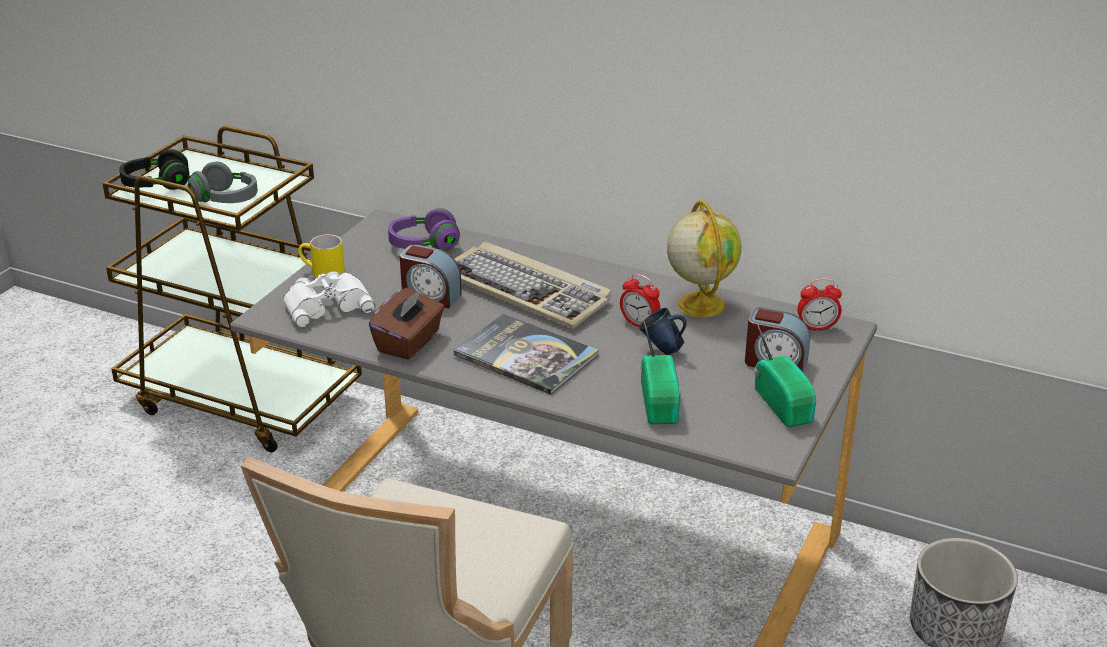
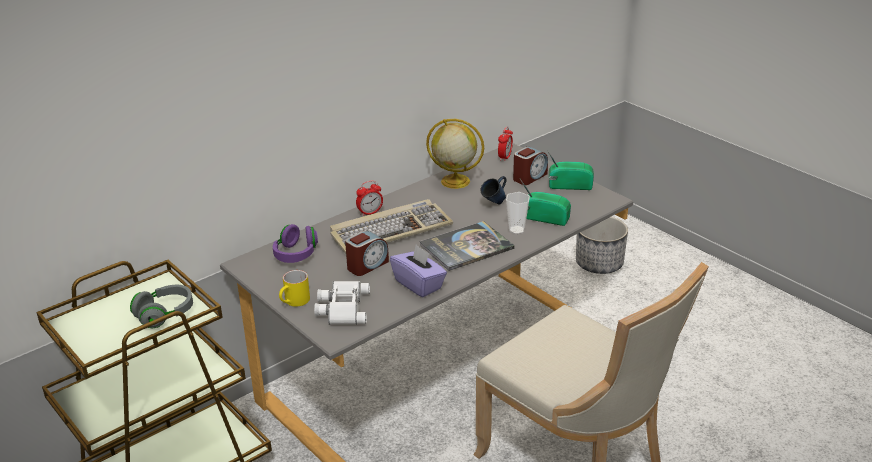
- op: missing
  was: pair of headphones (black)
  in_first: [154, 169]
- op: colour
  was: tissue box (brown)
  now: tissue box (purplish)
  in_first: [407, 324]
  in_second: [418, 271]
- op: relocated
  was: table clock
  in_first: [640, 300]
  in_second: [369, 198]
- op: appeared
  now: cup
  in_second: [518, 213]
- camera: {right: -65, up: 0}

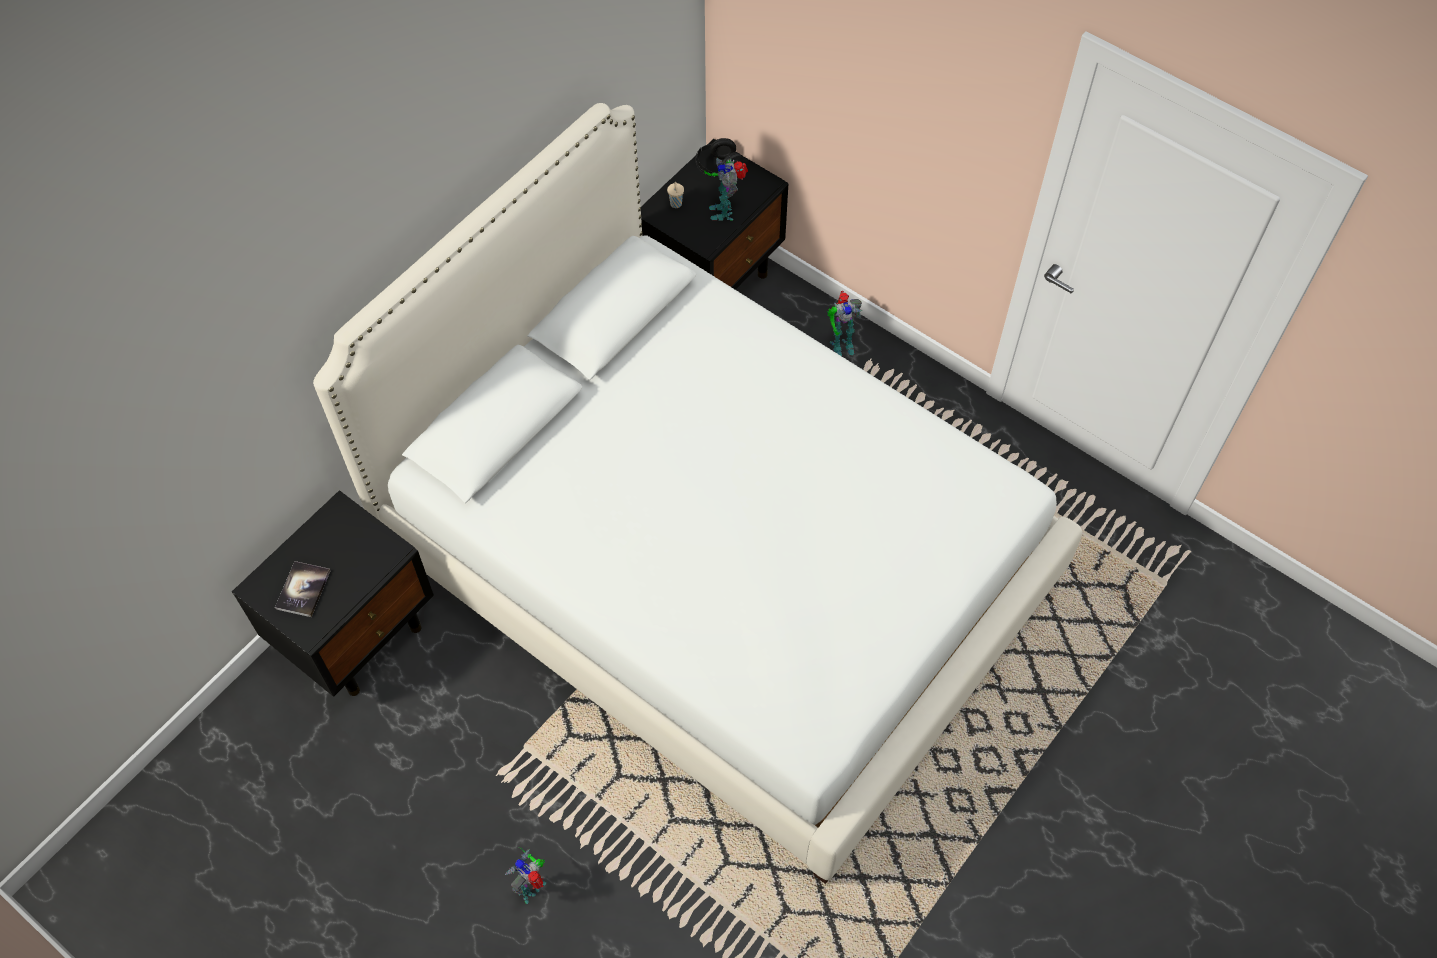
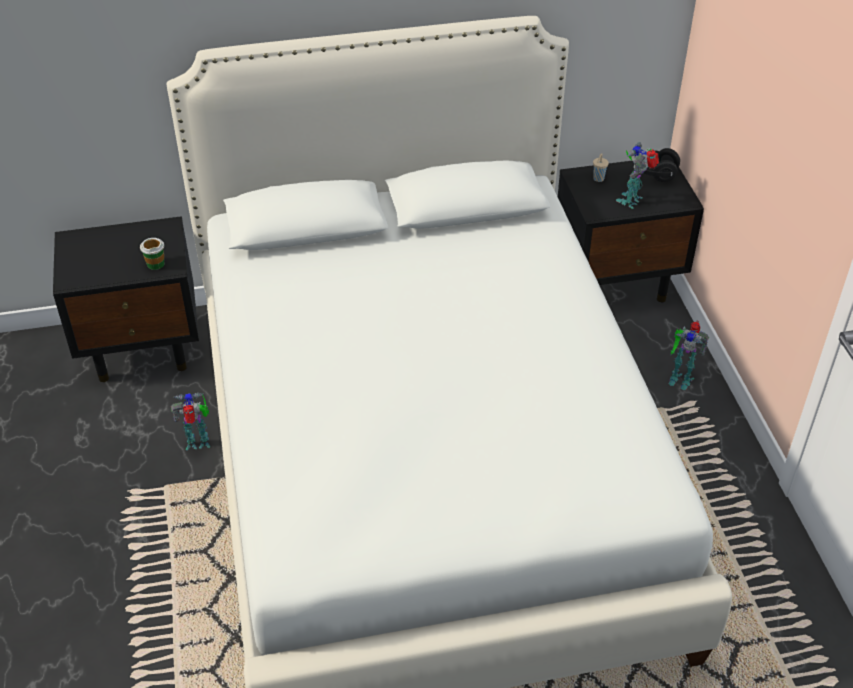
- op: missing
  was: book
  in_first: [302, 589]
- op: relocated
  was: toy robot
  in_first: [525, 875]
  in_second: [190, 421]
- op: appeared
  now: cup
  in_second: [152, 254]
- camera: {right: 40, up: -15}

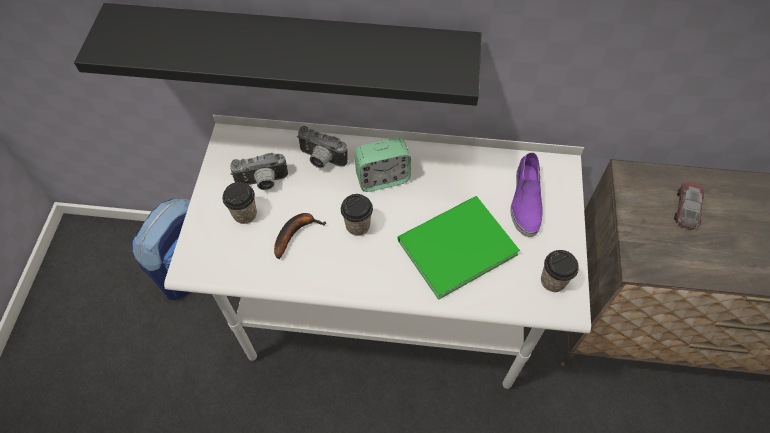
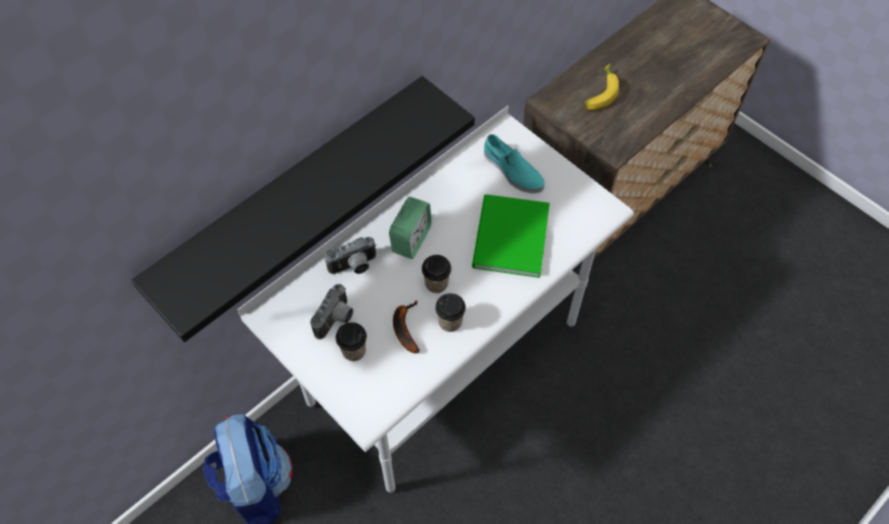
- op: colour
  was: shoe (purplish)
  now: shoe (turquoise)
  in_first: [527, 194]
  in_second: [514, 163]
- op: relocated
  was: cup
  in_first: [560, 271]
  in_second: [450, 312]
- op: exchanged
  was: miniature car
  now: banana
  in_first: [689, 206]
  in_second: [601, 87]
- camera: {right: -50, up: 0}

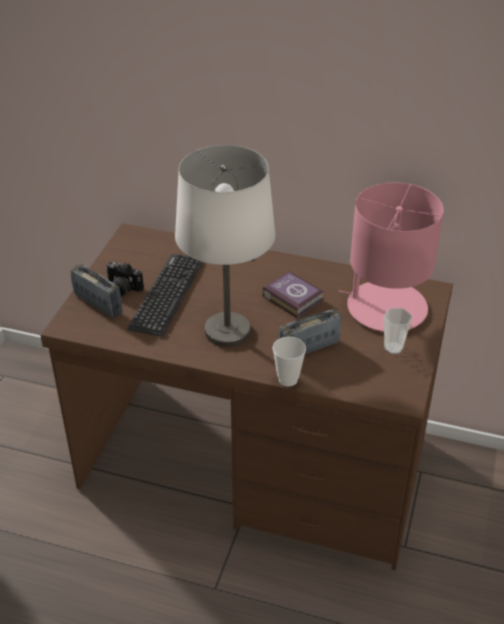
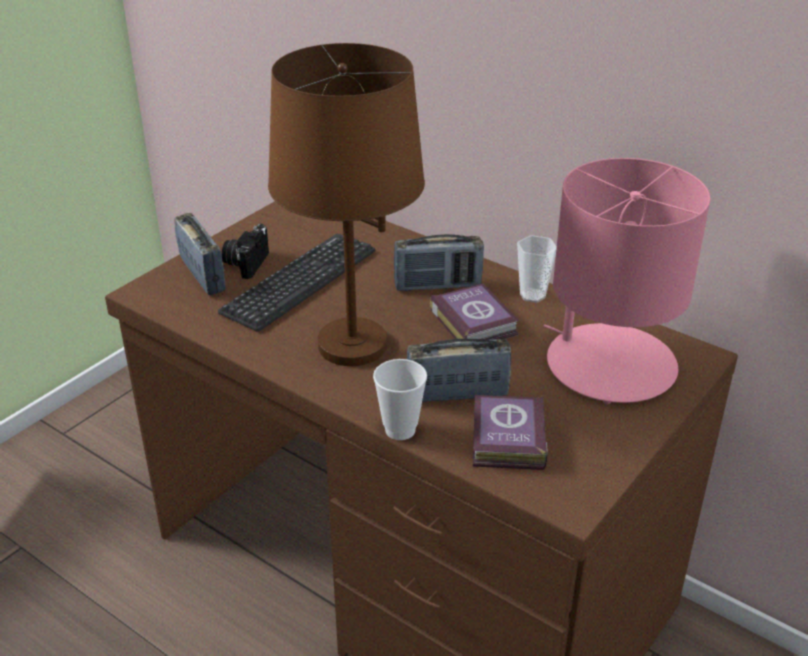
- op: spun
  was: still camera
  in_first: [125, 279]
  in_second: [245, 251]
  clockwise: 60
- op: colour
  was: lamp for a table (white)
  now: lamp for a table (brown)
  in_first: [225, 246]
  in_second: [346, 204]
- op: relocated
  was: cup
  in_first: [398, 331]
  in_second: [537, 269]
- op: appeared
  now: radio
  in_second: [439, 262]
- op: appeared
  now: book
  in_second: [510, 432]
- camera: {right: 20, up: -5}

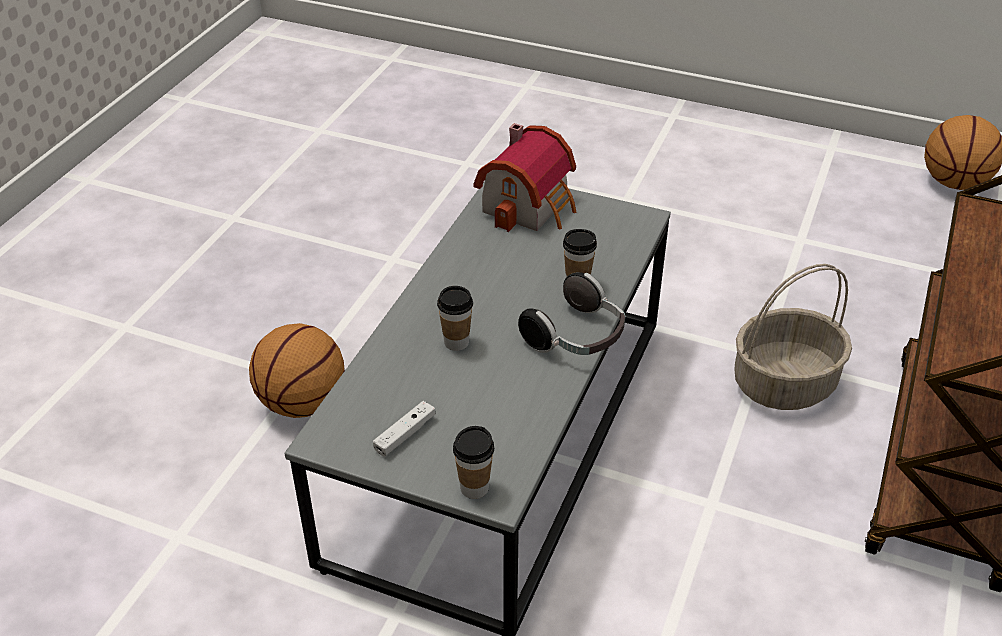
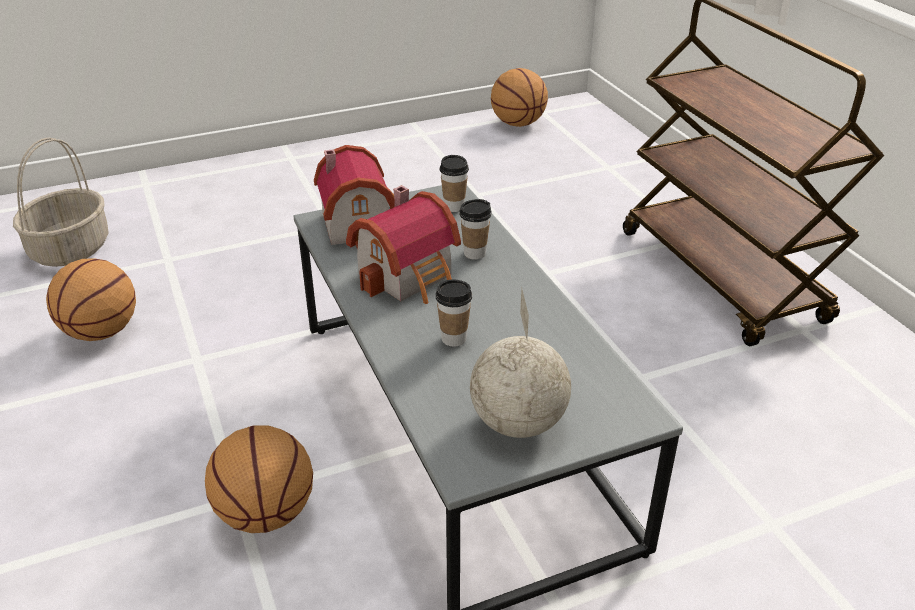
- op: exchanged
  was: game controller (white)
  now: globe
  in_first: [404, 429]
  in_second: [520, 362]
- op: relocated
  was: cup
  in_first: [473, 462]
  in_second: [454, 183]
- op: missing
  was: pair of headphones
  in_first: [572, 313]
- op: relocated
  was: storage basket
  in_first: [793, 337]
  in_second: [61, 202]
- op: appeared
  now: ball for basketball
  in_second: [91, 299]
- op: appeared
  now: model house
  in_second: [403, 244]
- camera: {right: -45, up: -5}

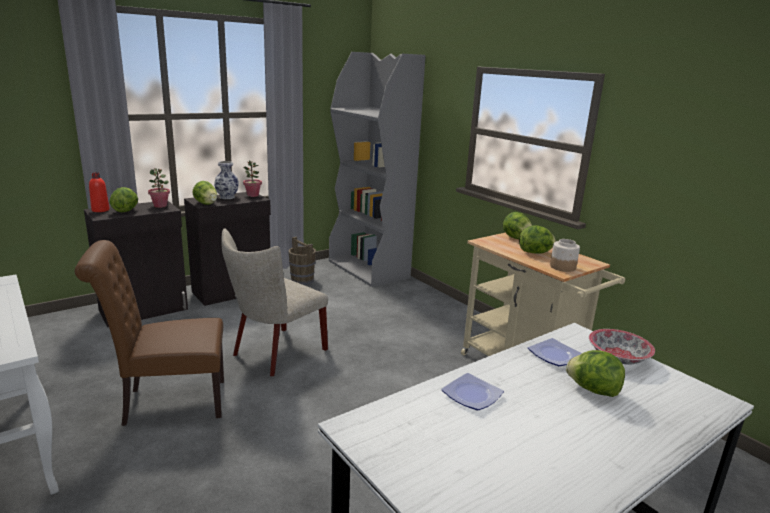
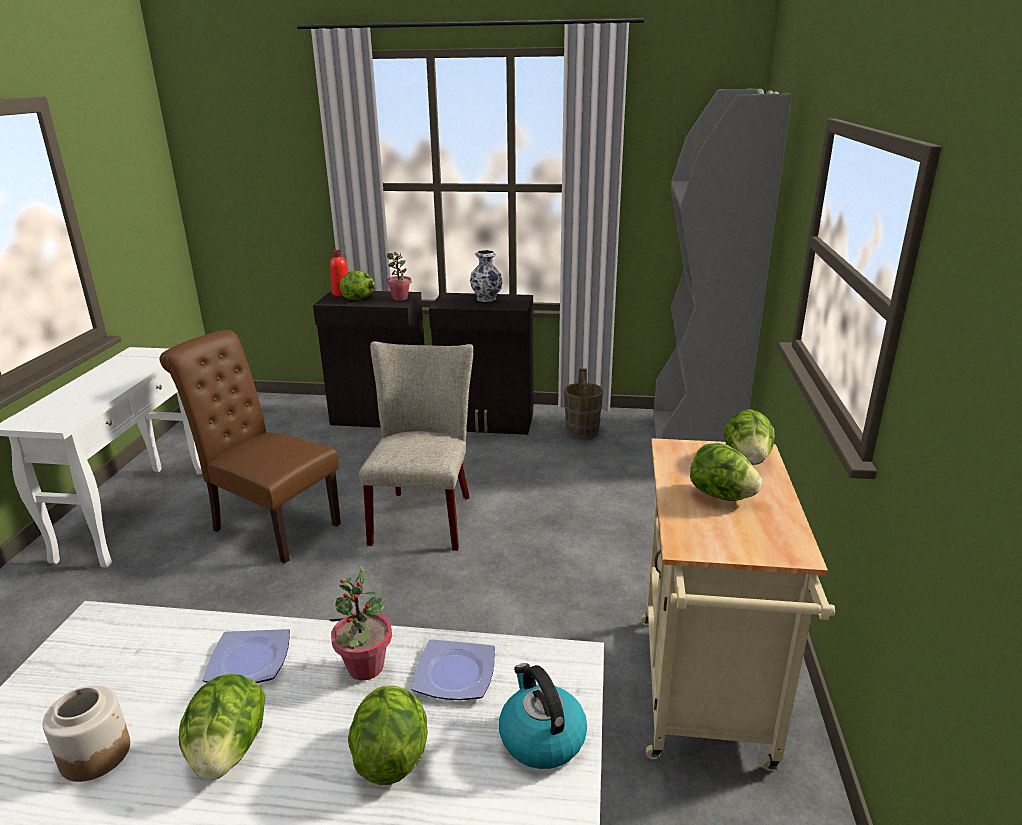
- op: relocated
  was: lettuce head
  in_first: [204, 193]
  in_second: [222, 727]
- op: spun
  was: plain chair (sand-coloured)
  in_first: [275, 302]
  in_second: [416, 446]
  clockwise: 105
- op: relocated
  was: plant in a pot
  in_first: [252, 179]
  in_second: [360, 623]
- op: relocated
  was: storage jar
  in_first: [565, 255]
  in_second: [86, 733]
- op: exchanged
  was: bowl
  now: tea kettle
  in_first: [622, 347]
  in_second: [543, 716]
- camera: {right: 45, up: 5}

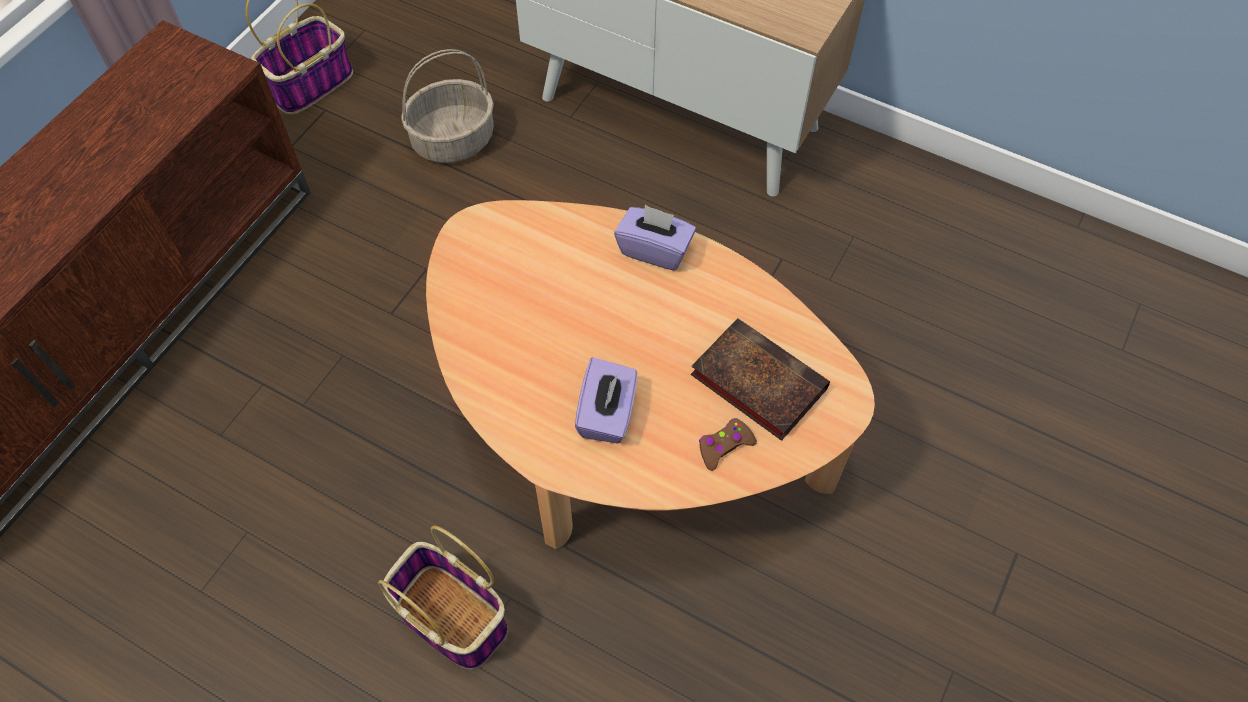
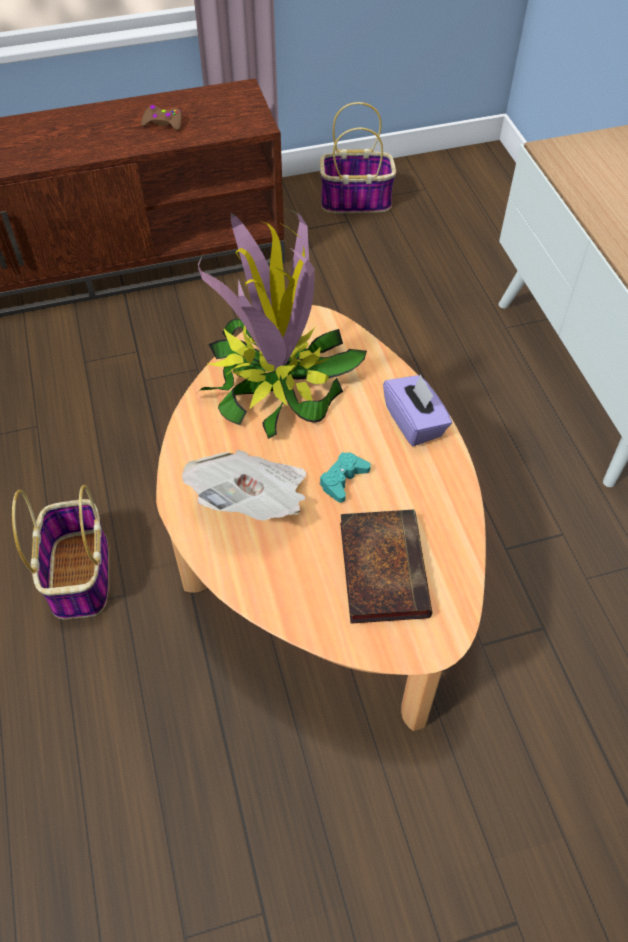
- op: missing
  was: storage basket
  in_first: [447, 106]
- op: exchanged
  was: tissue box (purplish)
  now: daily paper
  in_first: [606, 400]
  in_second: [244, 485]
- op: relocated
  was: game controller (brown)
  in_first: [728, 444]
  in_second: [161, 118]
- op: appeared
  now: plant in a pot
  in_second: [280, 324]
- op: appeared
  now: game controller (turquoise)
  in_second: [345, 477]
- camera: {right: 45, up: -5}

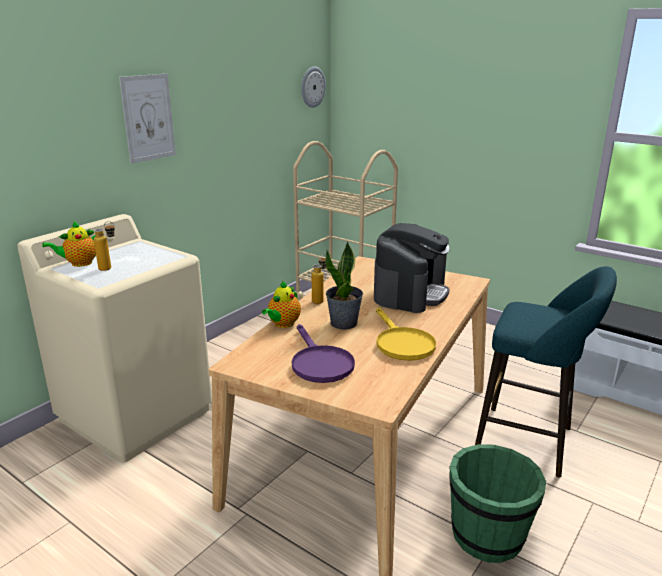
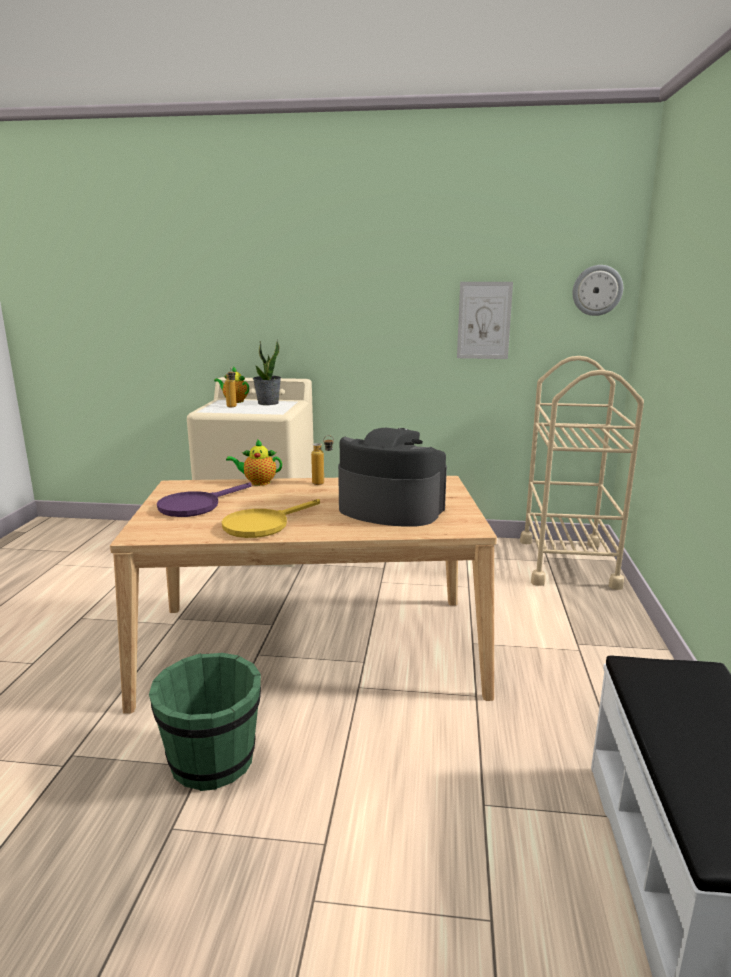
- op: relocated
  was: picture
  in_first: [147, 119]
  in_second: [485, 320]
- op: relocated
  was: plant in a pot
  in_first: [344, 286]
  in_second: [267, 372]
- op: spun
  was: coffee machine
  in_first: [411, 268]
  in_second: [392, 477]
  clockwise: -150
- op: missing
  was: stool (turquoise)
  in_first: [546, 372]
- camera: {right: 60, up: -5}

